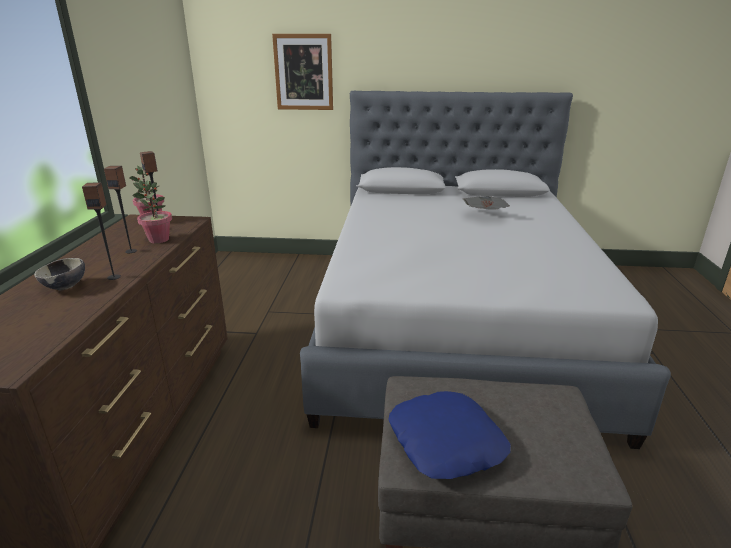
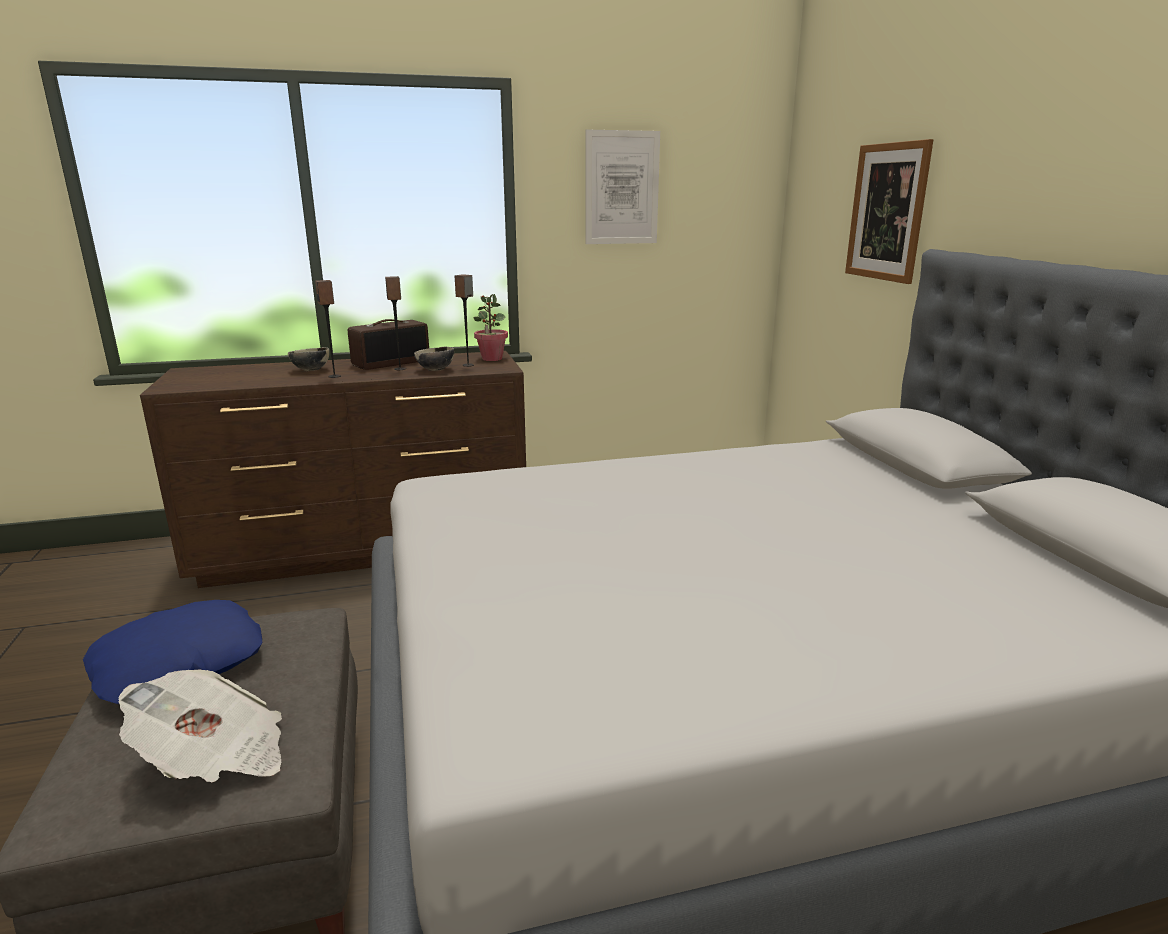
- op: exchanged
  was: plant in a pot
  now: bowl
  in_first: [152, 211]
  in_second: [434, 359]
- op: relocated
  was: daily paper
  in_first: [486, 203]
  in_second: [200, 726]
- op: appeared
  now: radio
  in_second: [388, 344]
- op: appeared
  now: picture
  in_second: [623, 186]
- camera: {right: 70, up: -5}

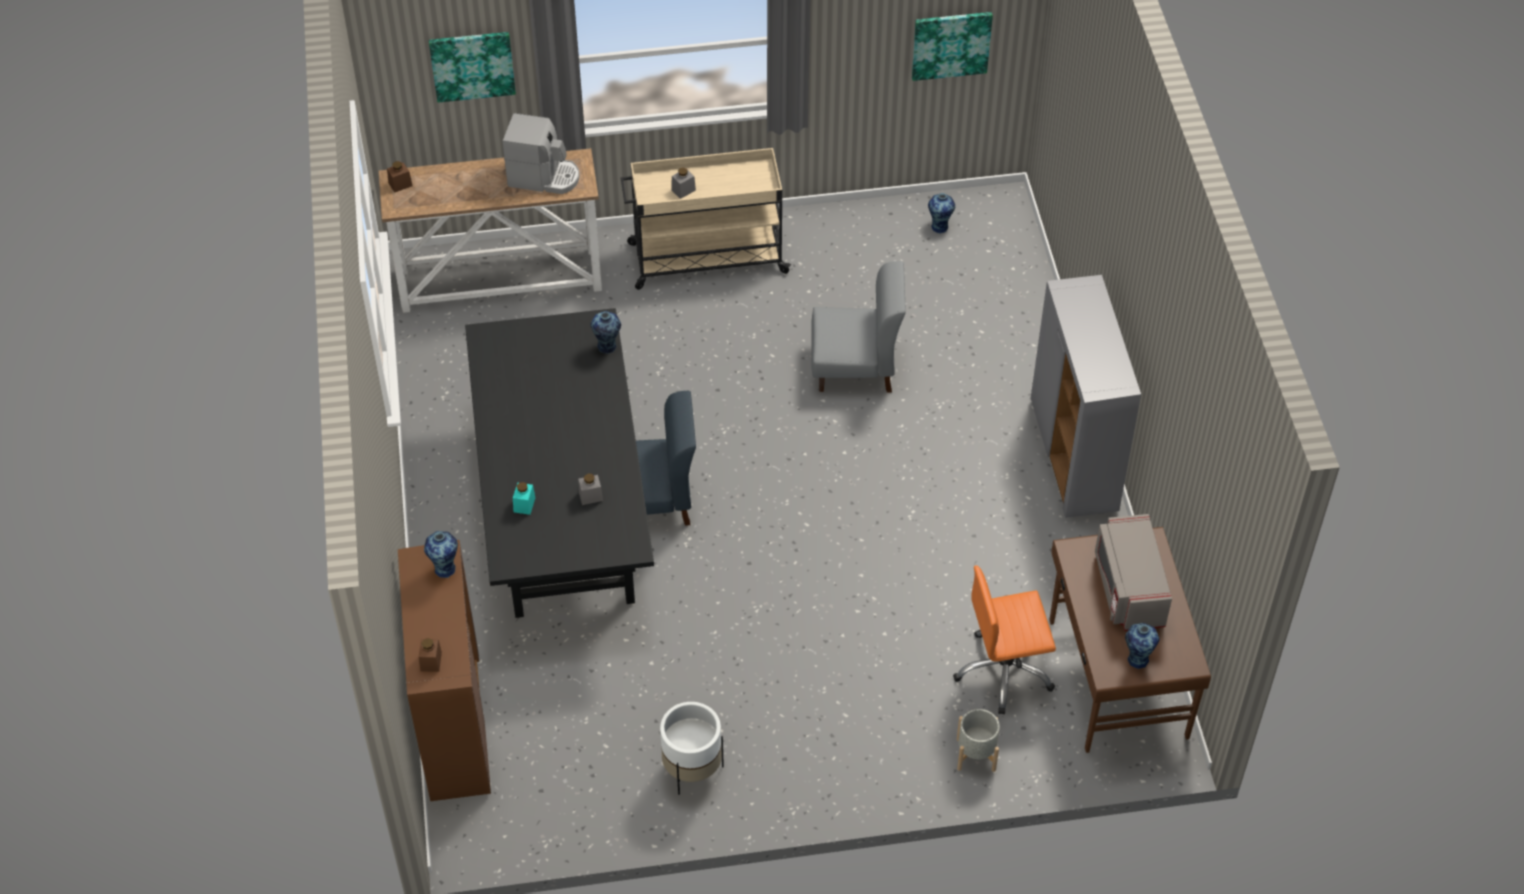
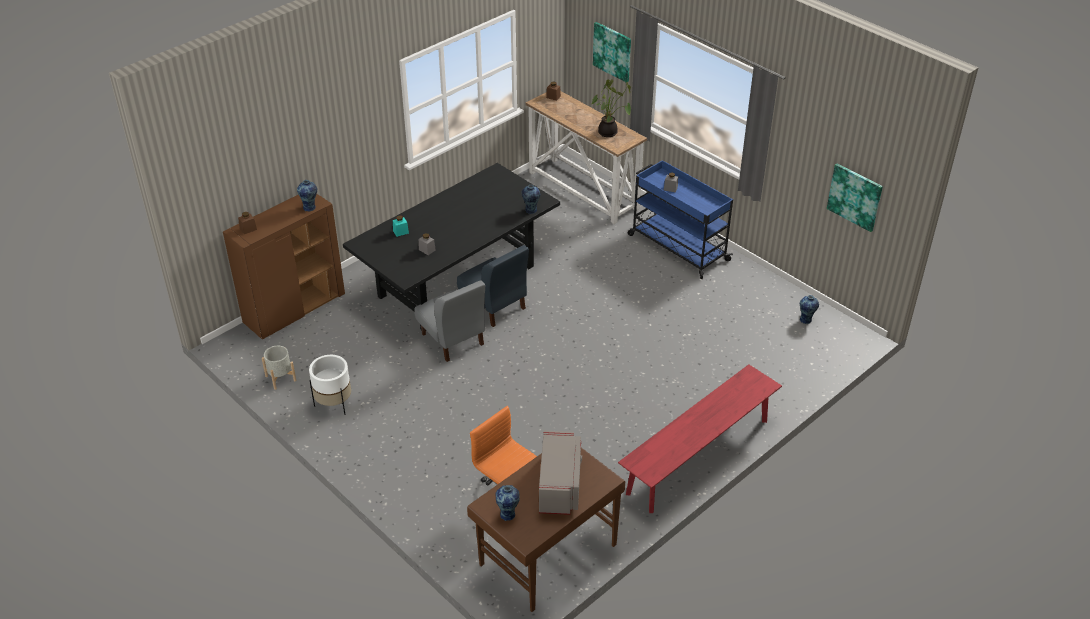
- op: exchanged
  was: coffee machine
  now: plant in a pot
  in_first: [540, 153]
  in_second: [611, 108]
- op: colour
  was: cart (sand-coloured)
  now: cart (bluish)
  in_first: [706, 219]
  in_second: [680, 219]
- op: relocated
  was: plain chair (grey)
  in_first: [858, 327]
  in_second: [449, 321]
- op: relocated
  was: plant pot (grey)
  in_first: [978, 740]
  in_second: [279, 368]
- op: exchanged
  was: cupboard (grey)
  now: indoor bench (red)
  in_first: [1086, 396]
  in_second: [700, 438]
- op: spun
  was: microwave oven (grey)
  in_first: [1133, 572]
  in_second: [560, 473]
  clockwise: 135
- camera: {right: 55, up: -10}

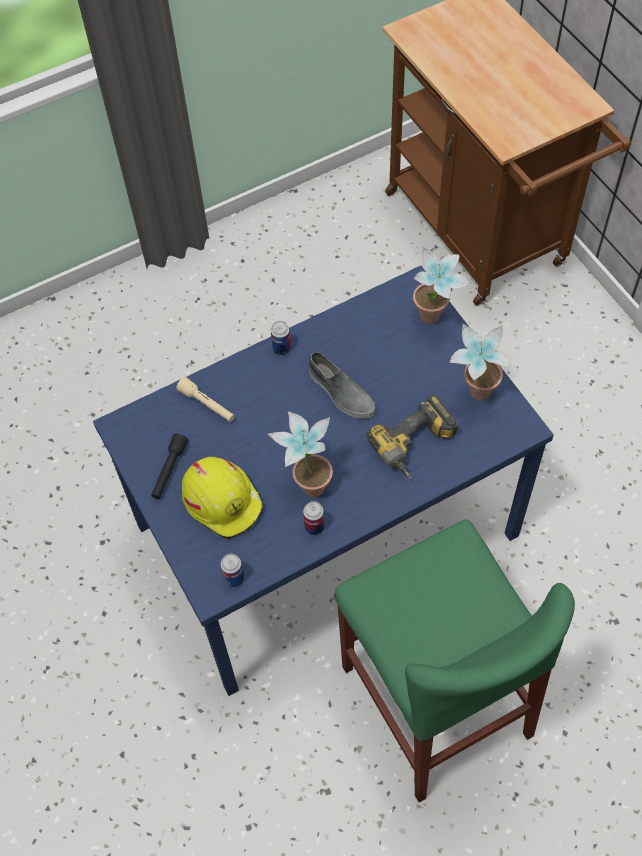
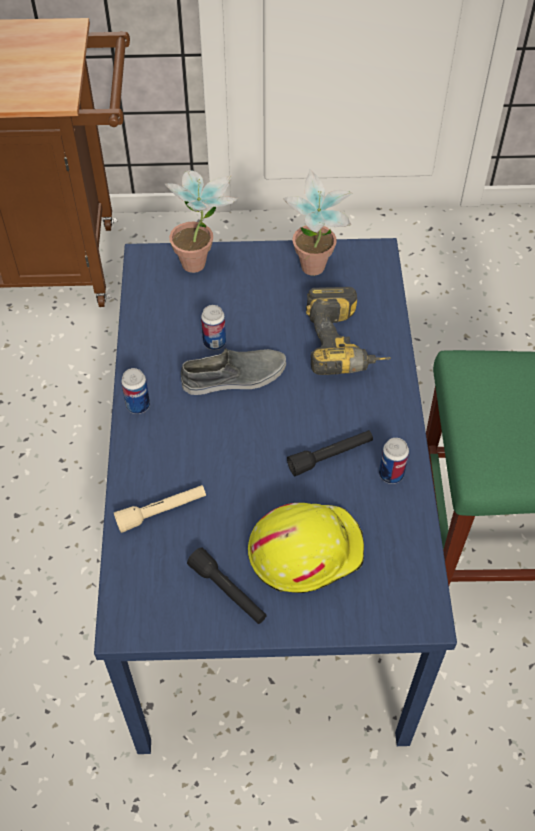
- op: relocated
  was: sealed can
  in_first: [232, 570]
  in_second: [213, 327]
- op: exchanged
  was: plant in a pot
  now: flashlight (black)
  in_first: [300, 454]
  in_second: [330, 453]
- camera: {right: -65, up: -5}

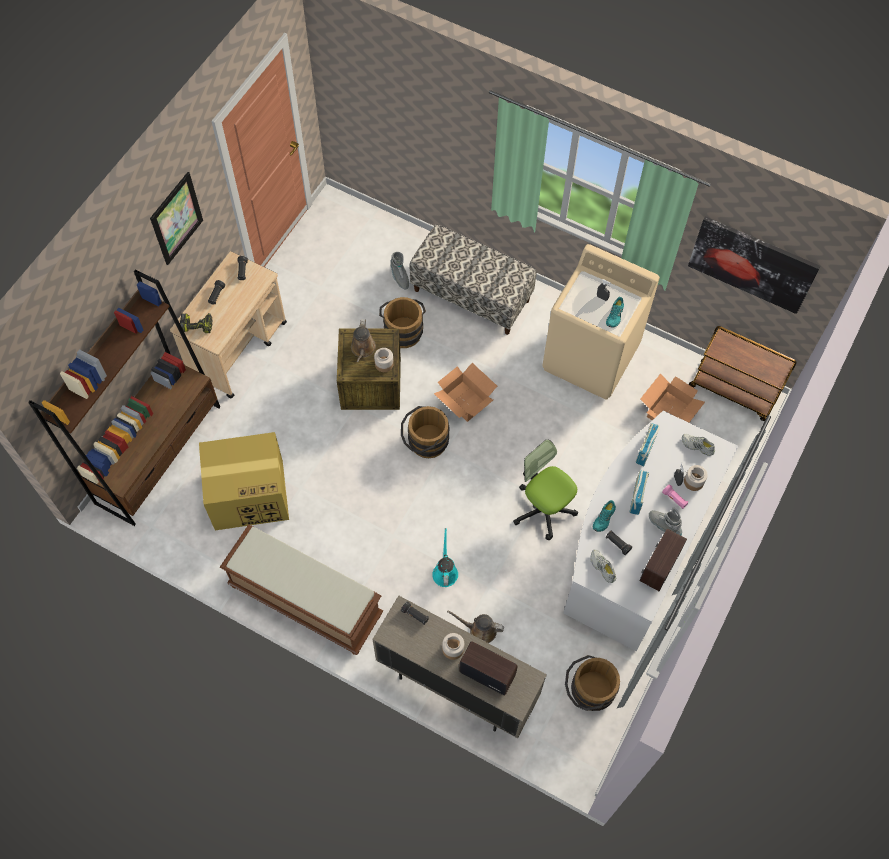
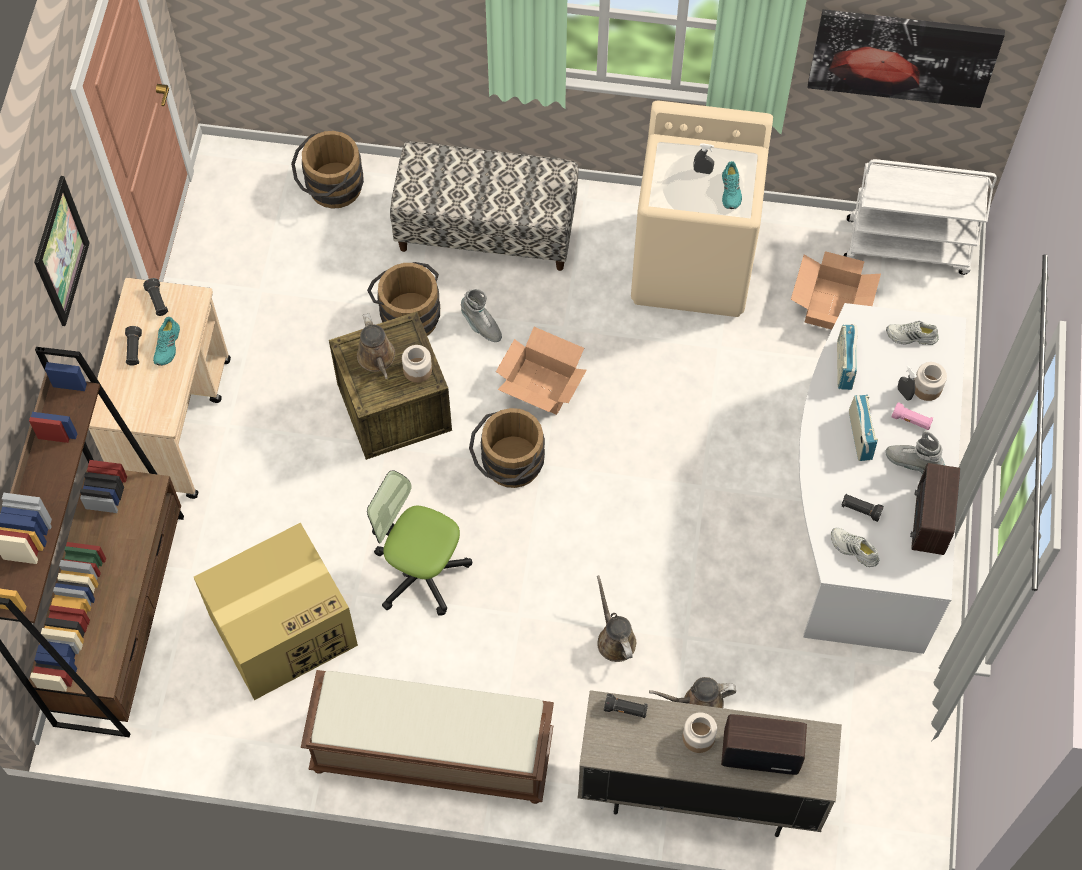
- op: missing
  was: electric drill
  in_first: [196, 323]
- op: relocated
  was: boot (grey)
  in_first: [399, 270]
  in_second: [481, 315]
- op: colour
  was: sprinkling can (turquoise)
  now: sprinkling can (brown)
  in_first: [445, 557]
  in_second: [616, 618]
- op: relocated
  was: desk chair
  in_first: [545, 489]
  in_second: [419, 543]
- op: relocated
  was: bucket (brown)
  in_first: [592, 683]
  in_second: [327, 170]
- op: relocated
  was: shoe (turquoise)
  in_first: [604, 516]
  in_second: [166, 341]
- op: colour
  was: cart (brown)
  now: cart (white)
  in_first: [743, 373]
  in_second: [920, 217]
- camera: {right: -20, up: 0}

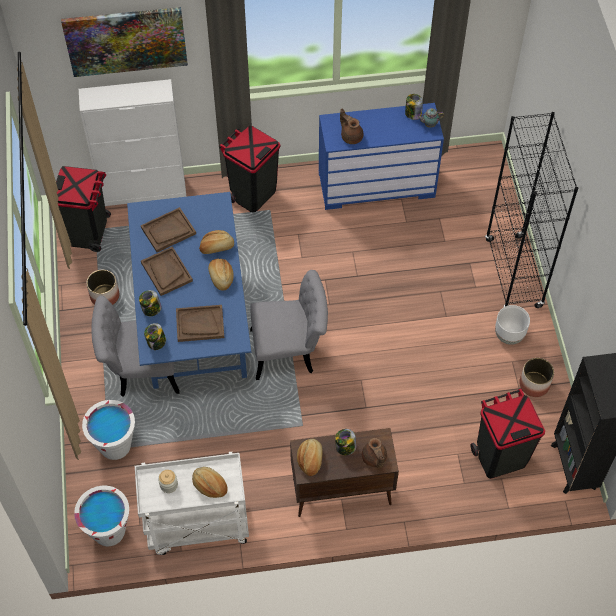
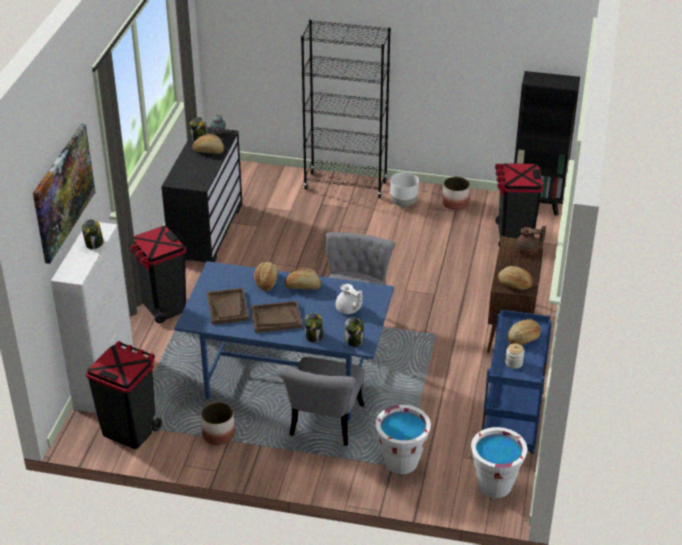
- op: colour
  was: cart (white)
  now: cart (bluish)
  in_first: [192, 503]
  in_second: [517, 382]
- op: exchanged
  was: serving tray (brown)
  now: tea pot (white)
  in_first: [200, 323]
  in_second: [349, 299]
- op: colour
  was: chest of drawers (bluish)
  now: chest of drawers (black)
  in_first: [381, 156]
  in_second: [201, 194]
- op: relocated
  was: storage jar
  in_first: [346, 442]
  in_second: [93, 234]
- op: missing
  was: tea pot (brown)
  in_first: [351, 126]
- op: appeared
  now: baked bread
  in_second: [208, 144]
- camera: {right: -70, up: -20}

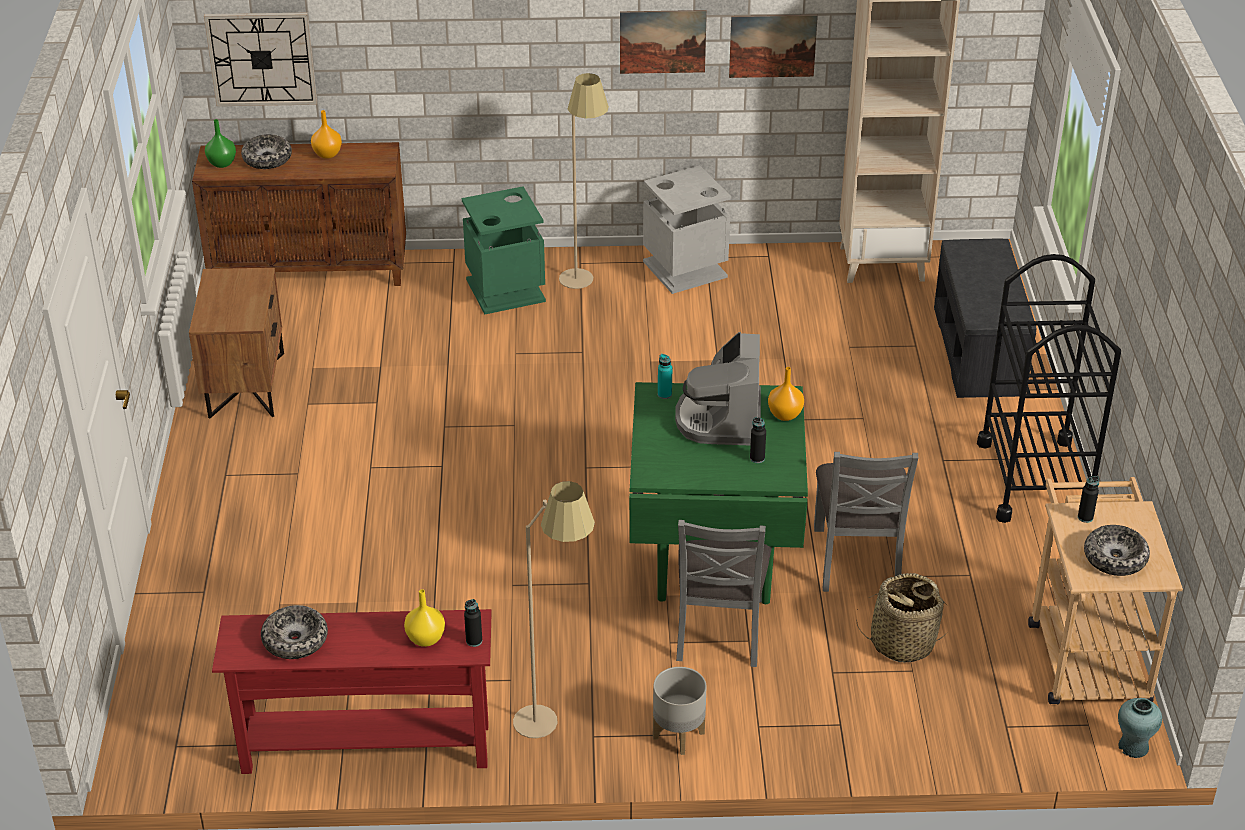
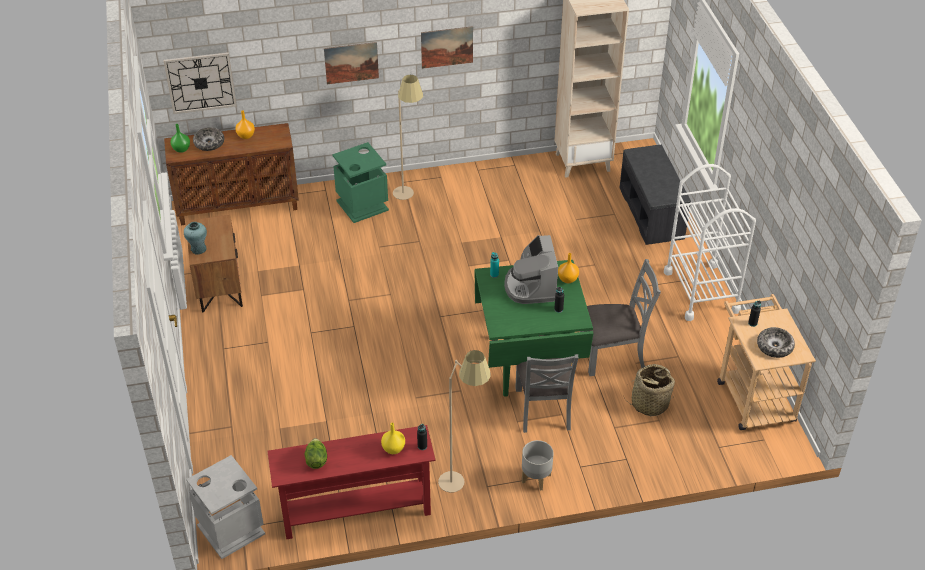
- op: exchanged
  was: bowl
  now: lettuce head
  in_first: [294, 632]
  in_second: [316, 453]
- op: relocated
  was: waste bin (grey)
  in_first: [687, 229]
  in_second: [225, 507]
- op: relocated
  was: picture
  in_first: [773, 46]
  in_second: [351, 63]
- op: spun
  was: plain chair (grey)
  in_first: [866, 522]
  in_second: [620, 317]
  clockwise: -90
- op: colour
  was: cart (black)
  now: cart (white)
  in_first: [1049, 388]
  in_second: [710, 242]
- op: relocated
  was: decorative vase (turquoise)
  in_first: [1140, 728]
  in_second: [195, 238]
- camera: {right: -10, up: 5}

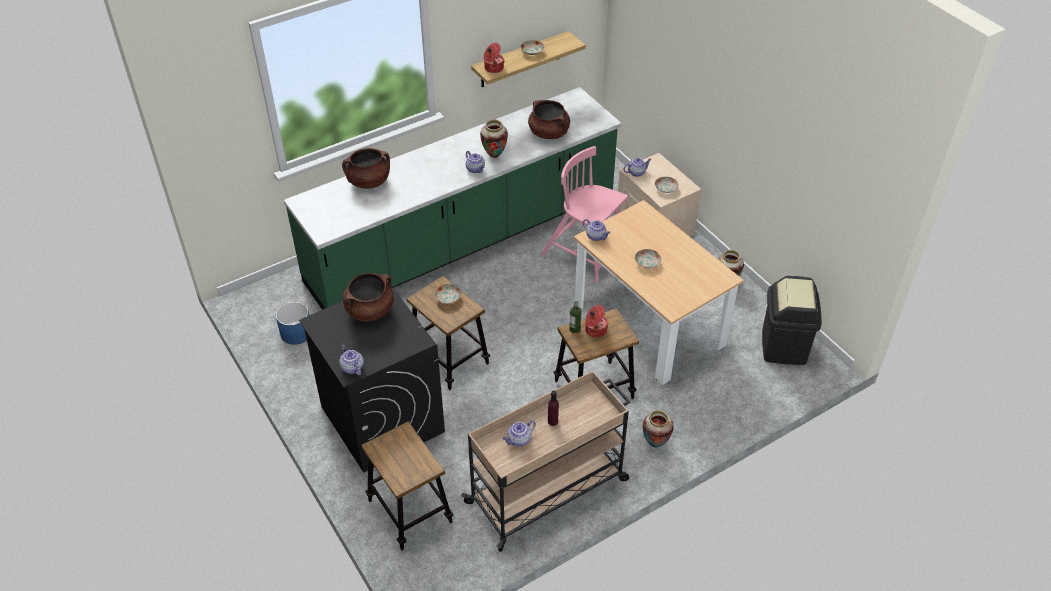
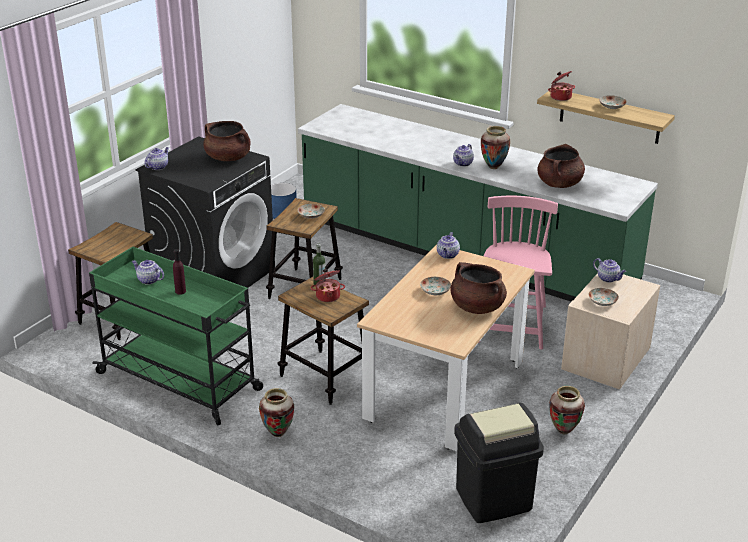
- op: relocated
  was: stockpot (brown)
  in_first: [366, 168]
  in_second: [478, 288]
- op: colour
  was: cart (sand-coloured)
  now: cart (green-coloured)
  in_first: [546, 461]
  in_second: [176, 336]
- camera: {right: 65, up: -15}

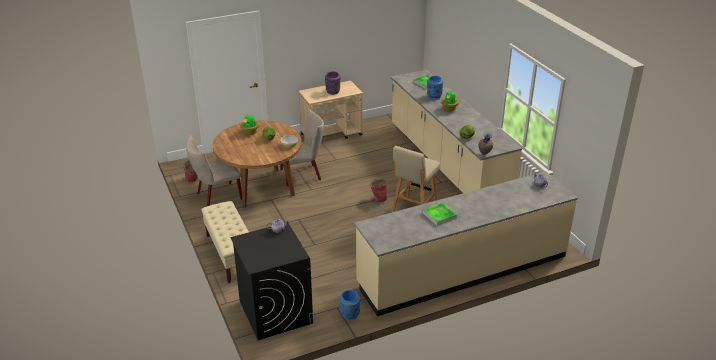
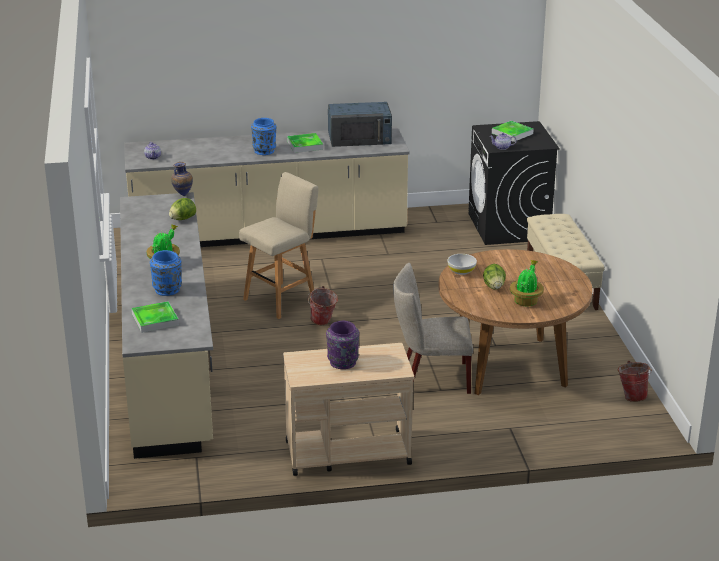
- op: missing
  was: plain chair (sand-coloured)
  in_first: [214, 170]
- op: relocated
  was: decorative vase (bluish)
  in_first: [350, 305]
  in_second: [263, 136]
- op: appeared
  now: microwave oven (bluish)
  in_second: [360, 124]
- op: appeared
  now: serving tray
  in_second: [512, 131]
- camera: {right: -165, up: -5}

